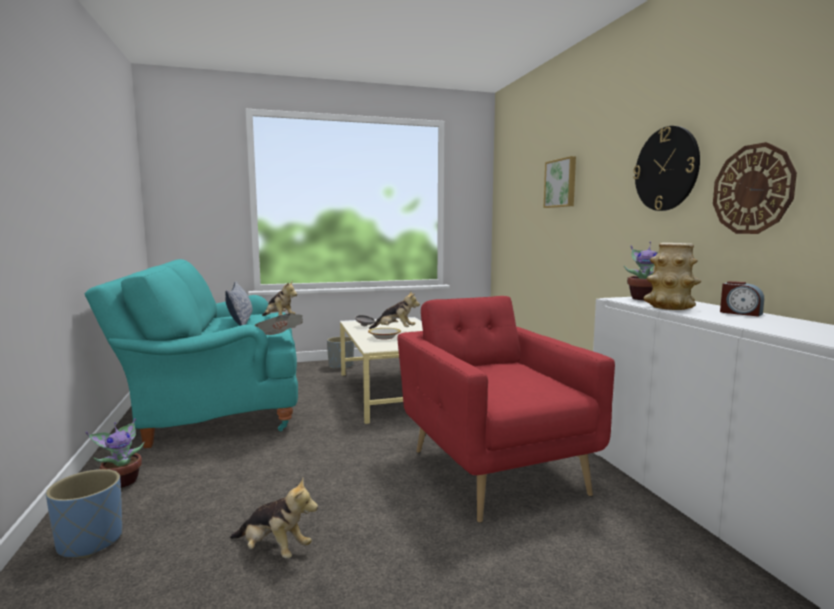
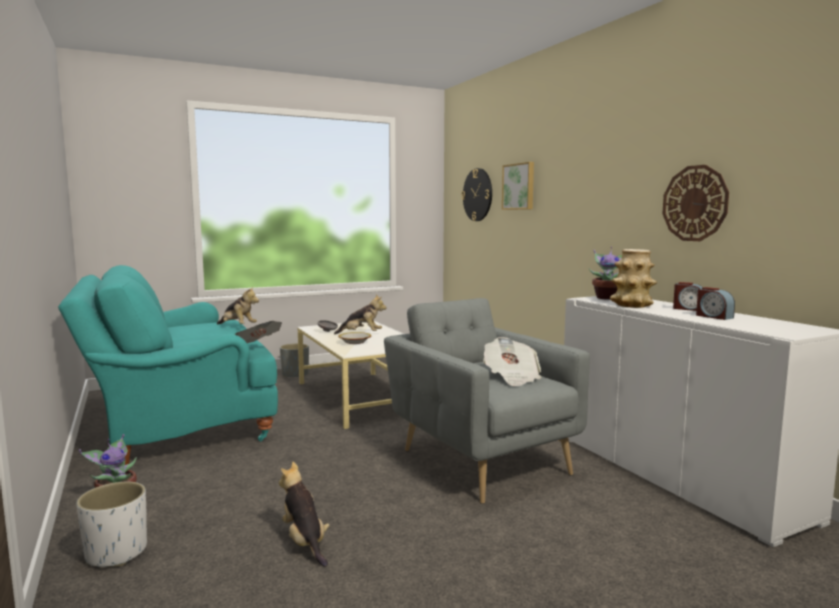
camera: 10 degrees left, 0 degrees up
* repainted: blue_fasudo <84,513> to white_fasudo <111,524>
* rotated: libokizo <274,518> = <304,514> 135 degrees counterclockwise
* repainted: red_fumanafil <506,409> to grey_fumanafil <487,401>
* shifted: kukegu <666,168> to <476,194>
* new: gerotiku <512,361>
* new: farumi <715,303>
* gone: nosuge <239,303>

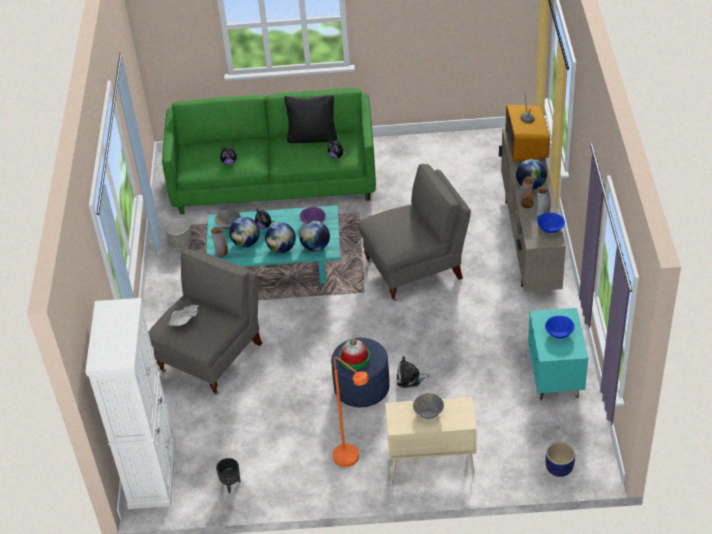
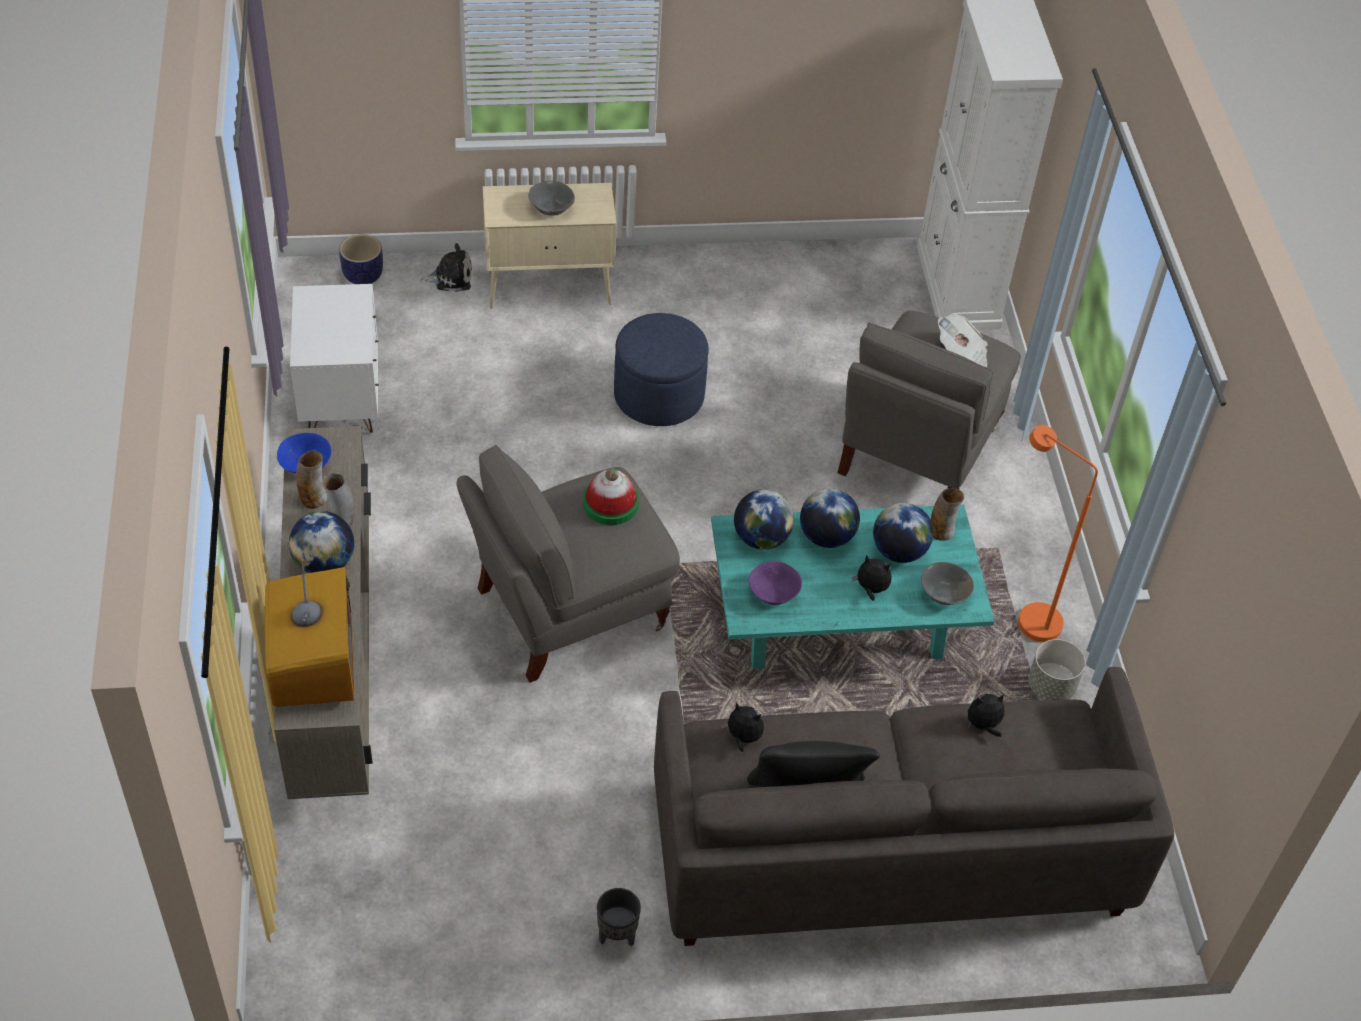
camera: 170 degrees right, 5 degrees up
* repainted: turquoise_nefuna <558,354> to white_nefuna <334,358>
* shifted: libokizo <413,372> to <446,267>
* shifted: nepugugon <354,354> to <611,496>
* shifted: black_fasudo <228,475> to <619,917>
* repainted: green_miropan <269,151> to grey_miropan <914,806>
* shifted: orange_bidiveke <351,411> to <1058,533>
* gone: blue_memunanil <560,327>

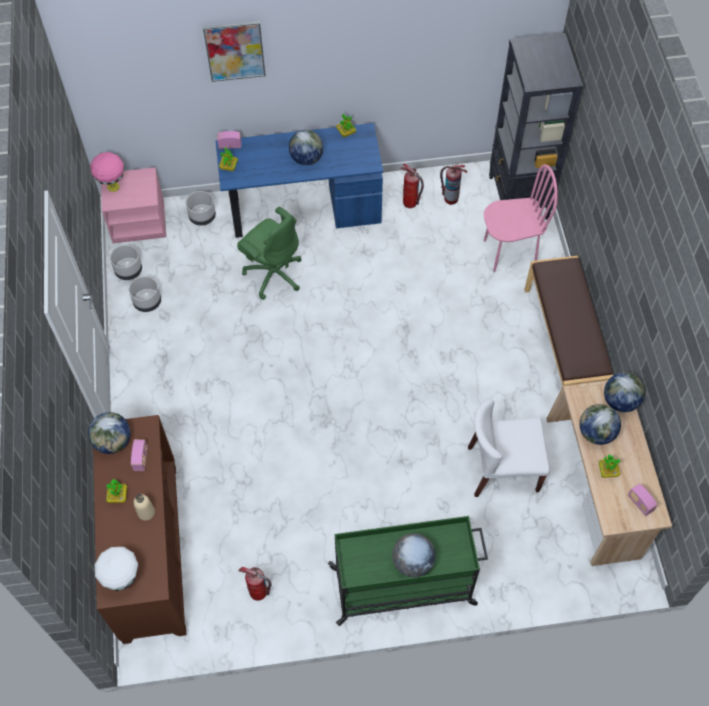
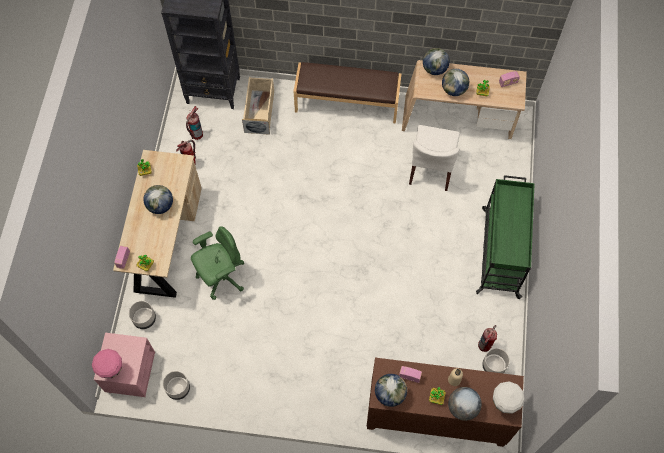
camera: 75 degrees left, 5 degrees up
* repainted: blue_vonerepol <299,180> to beige_vonerepol <157,224>
* swapped: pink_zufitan <520,218> to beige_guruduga <258,106>
* shifted: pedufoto <414,555> to <465,404>
* shifted: grey_fasudo <145,294> to <496,361>
* gone: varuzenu <234,51>

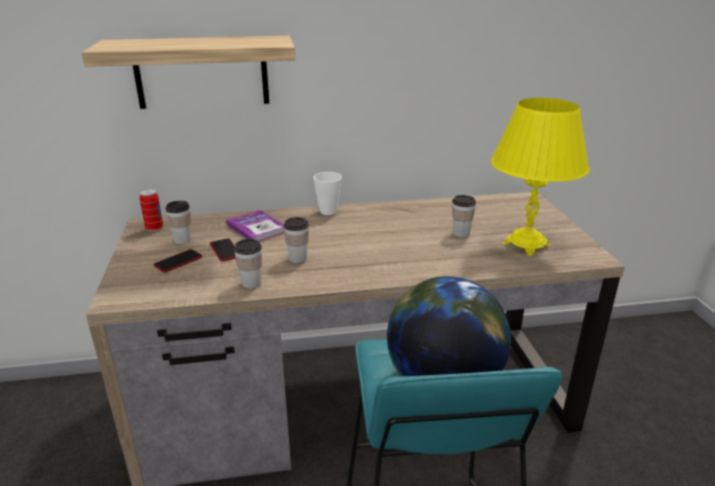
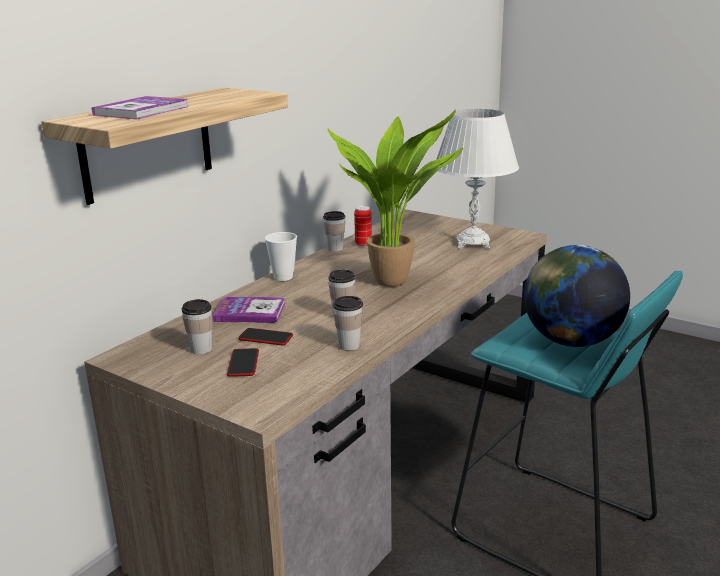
camera: 45 degrees left, 5 degrees down
* new: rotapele <139,108>
* shifted: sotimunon <464,216> to <334,231>
* new: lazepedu <395,198>
* shifted: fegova <151,210> to <363,226>
* repainted: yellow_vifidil <540,177> to white_vifidil <477,179>

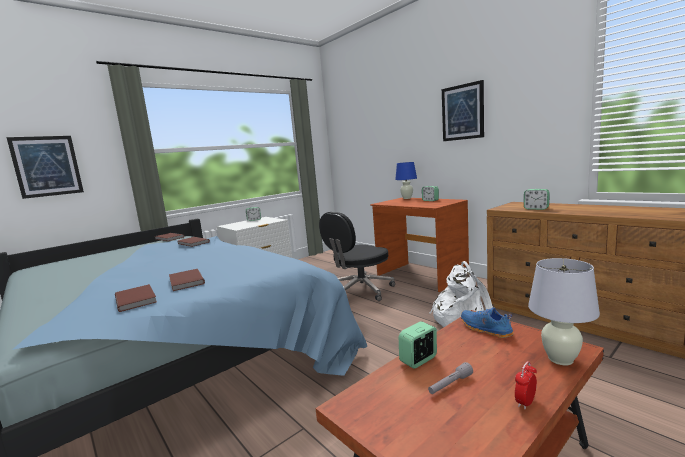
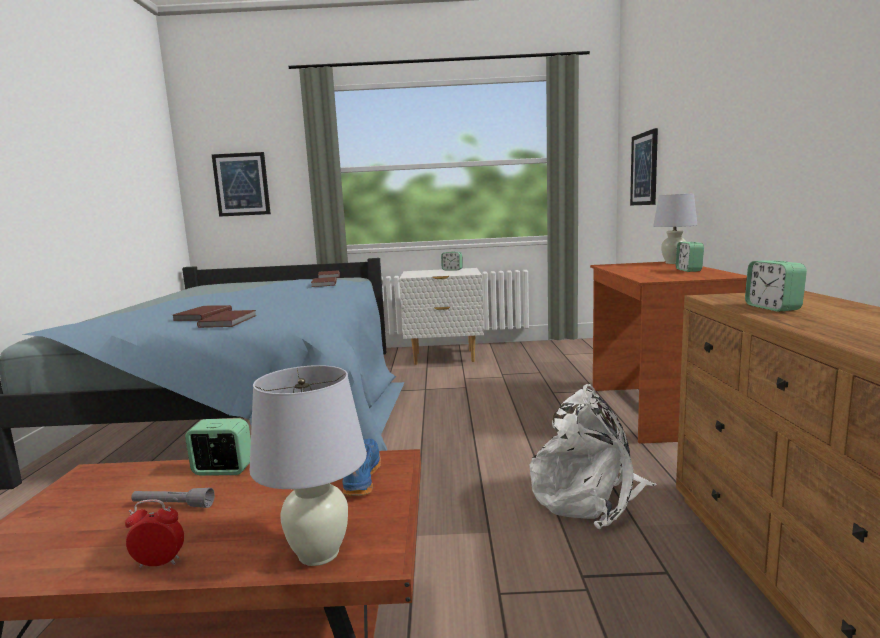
camera: 40 degrees right, 0 degrees up
* shifted: brown_rotapele <136,298> to <226,319>
* shifted: varuzenu <463,110> to <644,166>
* repainted: blue_vifidil <406,180> to white_vifidil <675,228>
* gone: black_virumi <357,256>

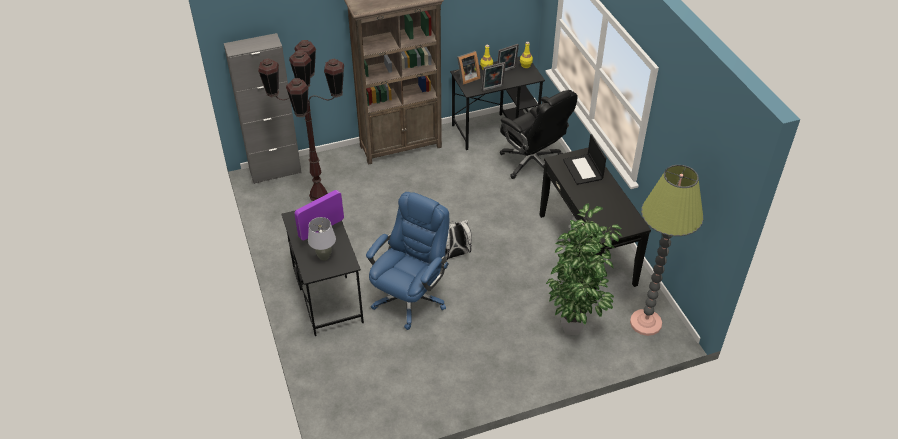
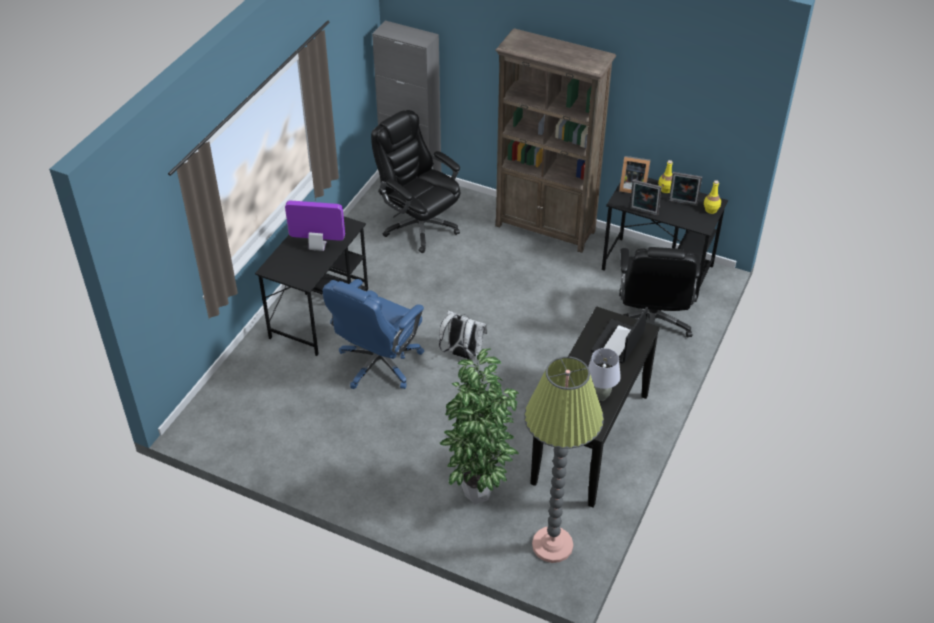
camera: 45 degrees right, 0 degrees up
* rotated: blue_virumi <407,261> = <373,334> 135 degrees clockwise
* swapped: brown_bidiveke <301,120> to black_virumi <415,181>
* shifted: grey_vifidil <322,239> to <604,374>

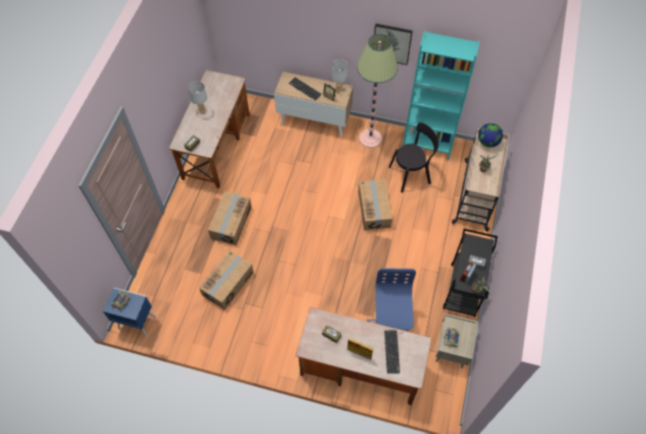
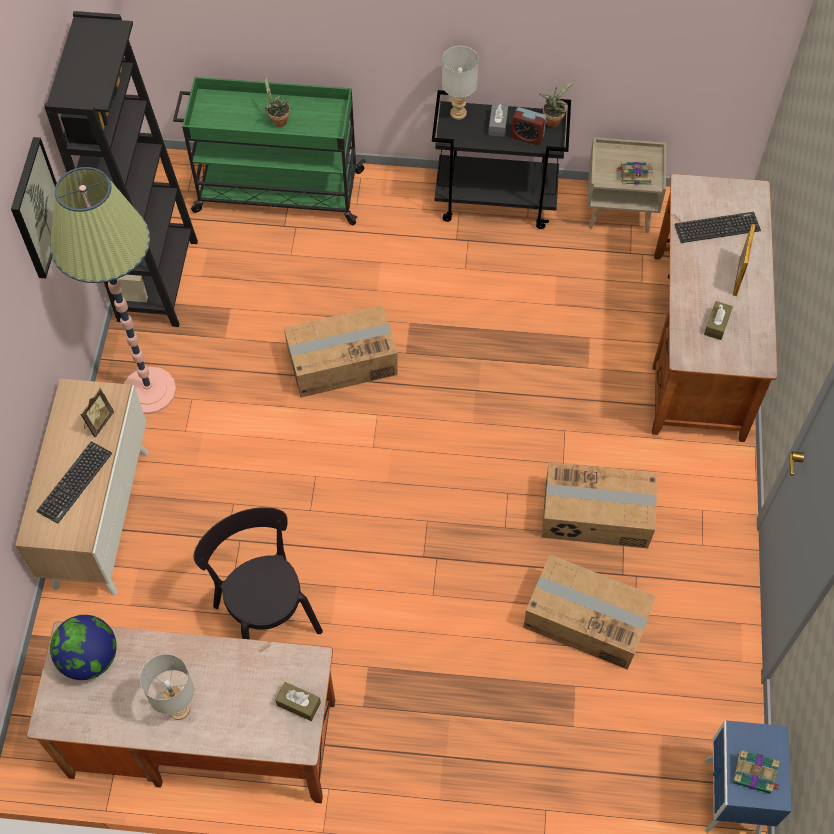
camera: 100 degrees left, 0 degrees up
* repainted: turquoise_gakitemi <441,96> to black_gakitemi <121,169>
* shifted: pedufoto <490,135> to <83,647>
* repainted: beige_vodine <480,180> to green_vodine <269,151>
* shifted: black_zufitan <414,157> to <258,573>
* shifted: grey_vifidil <340,75> to <460,83>
* shifted: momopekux <230,218> to <599,505>
* gone: blue_virumi <391,300>

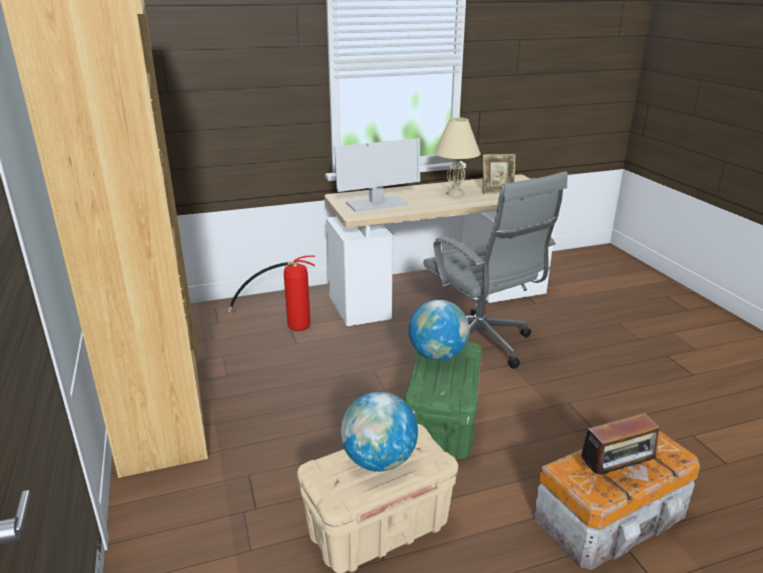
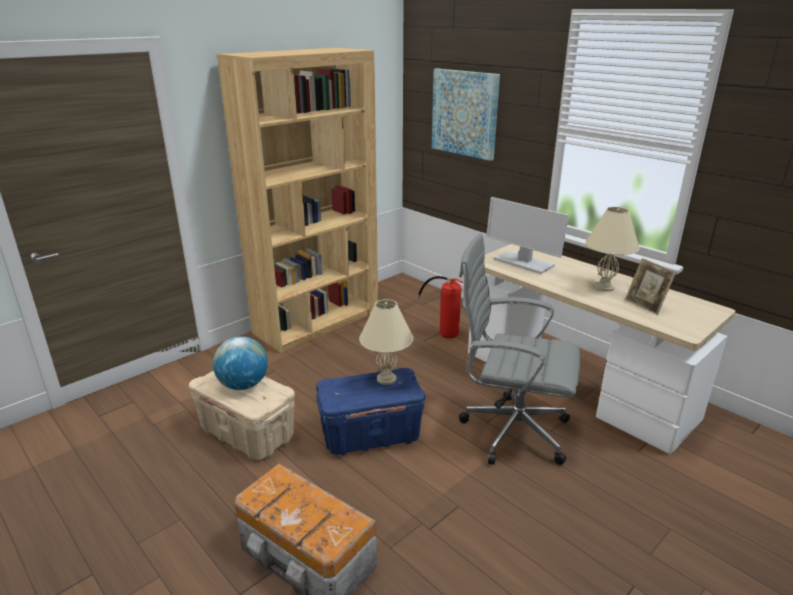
camera: 65 degrees right, 0 degrees up
* repainted: green_guruduga <443,400> to blue_guruduga <370,411>
* swapped: pedufoto <439,330> to beige_vifidil <386,342>
* new: varuzenu <466,114>
* rotated: grey_virumi <495,270> = <519,349> 75 degrees clockwise
* gone: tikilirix <619,446>

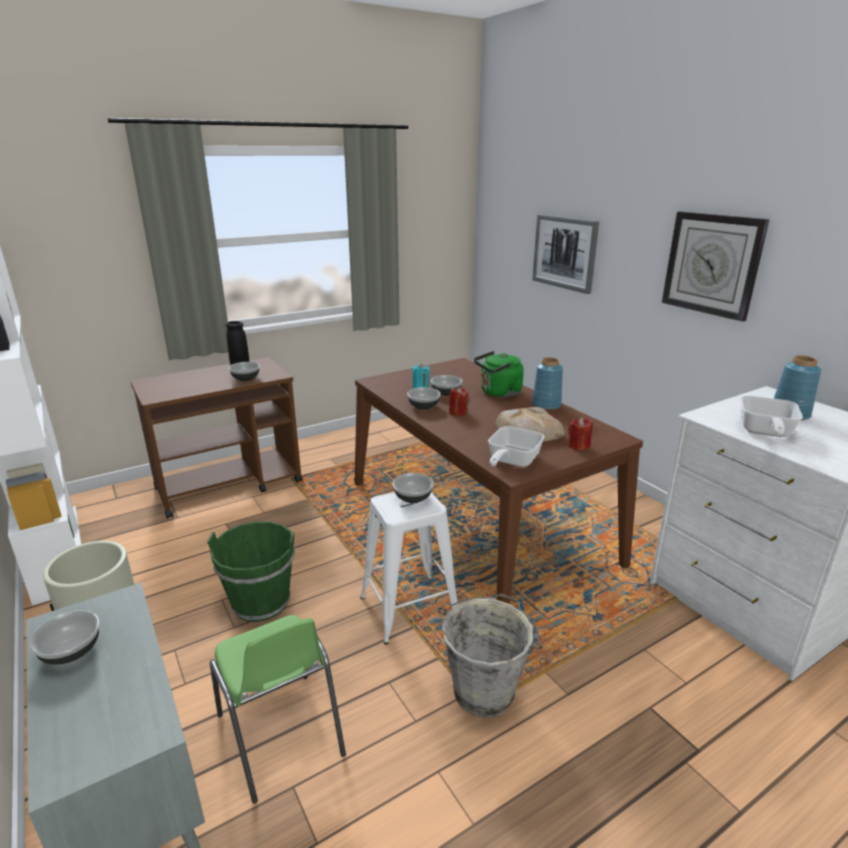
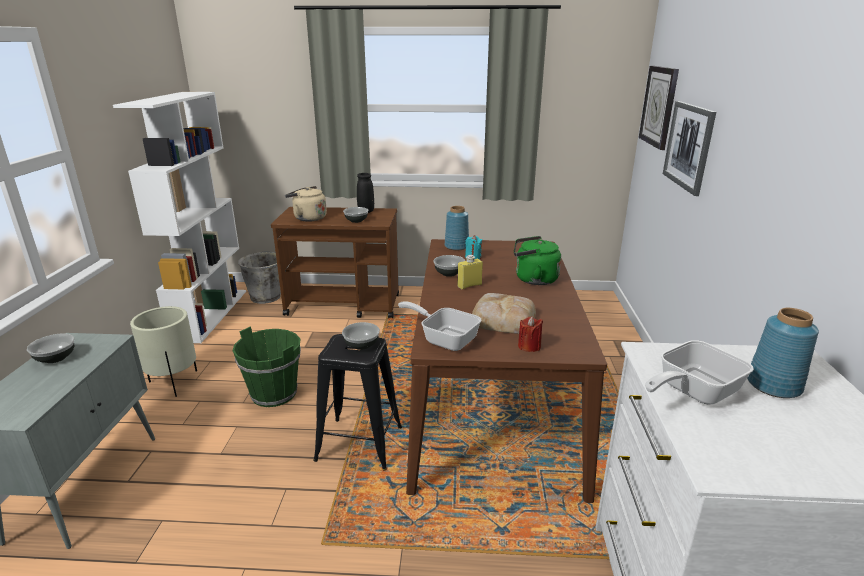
camera: 35 degrees right, 0 degrees up
* shifted: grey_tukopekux <491,655> to <259,278>
* new: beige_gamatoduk <306,204>
* repainted: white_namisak <409,568> to black_namisak <357,402>
* rotated: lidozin <516,446> = <439,326> 60 degrees clockwise
* shifted: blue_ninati <547,383> to <456,228>
* swapped: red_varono <459,401> to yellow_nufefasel <470,272>
* shifted: kukegu <715,266> to <659,108>
* gone: green_zufitan <278,709>
* gone: memunanil <447,385>

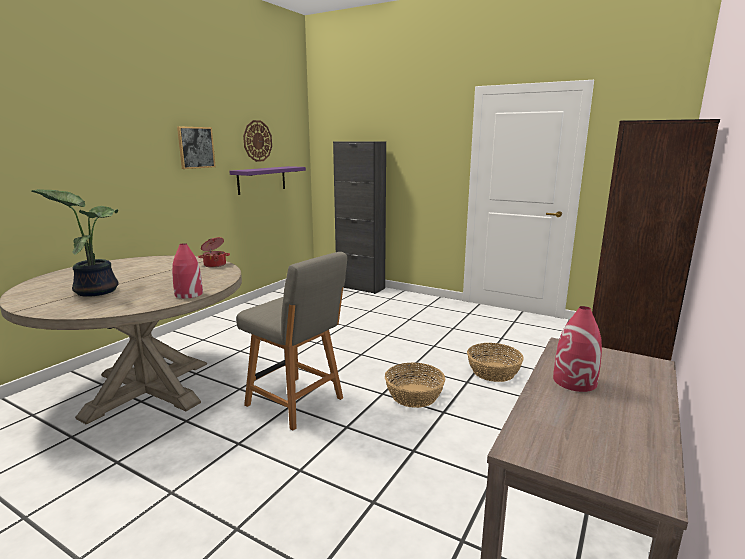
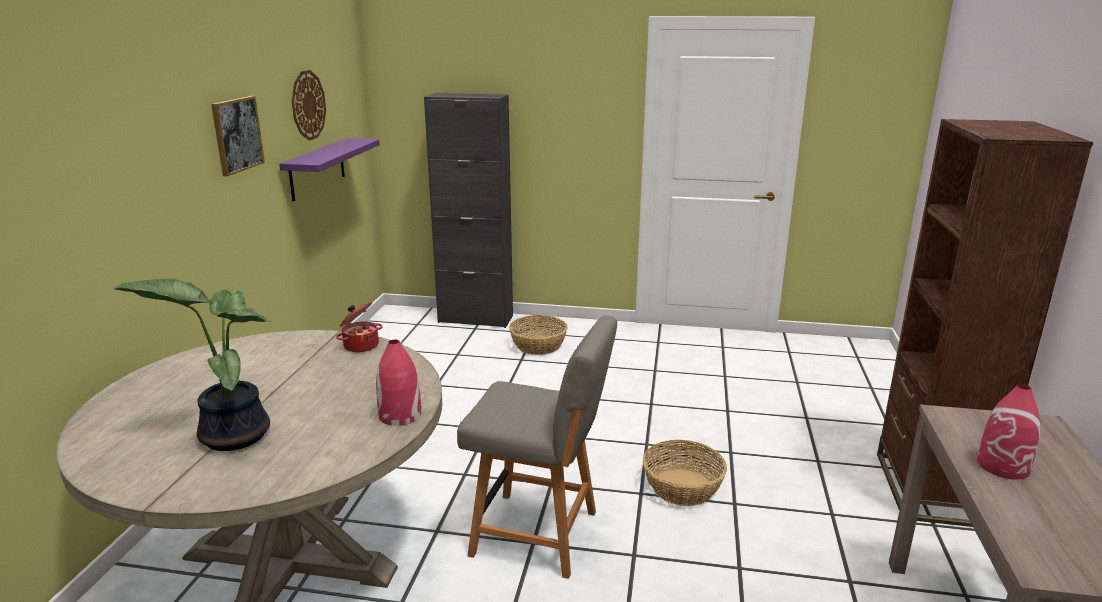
camera: 20 degrees left, 5 degrees up
* shifted: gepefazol <495,362> to <538,335>

